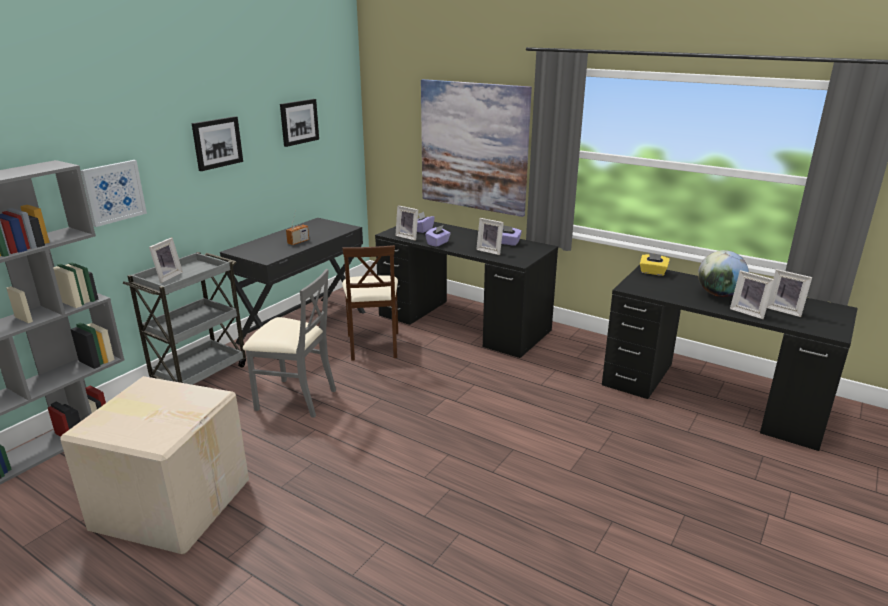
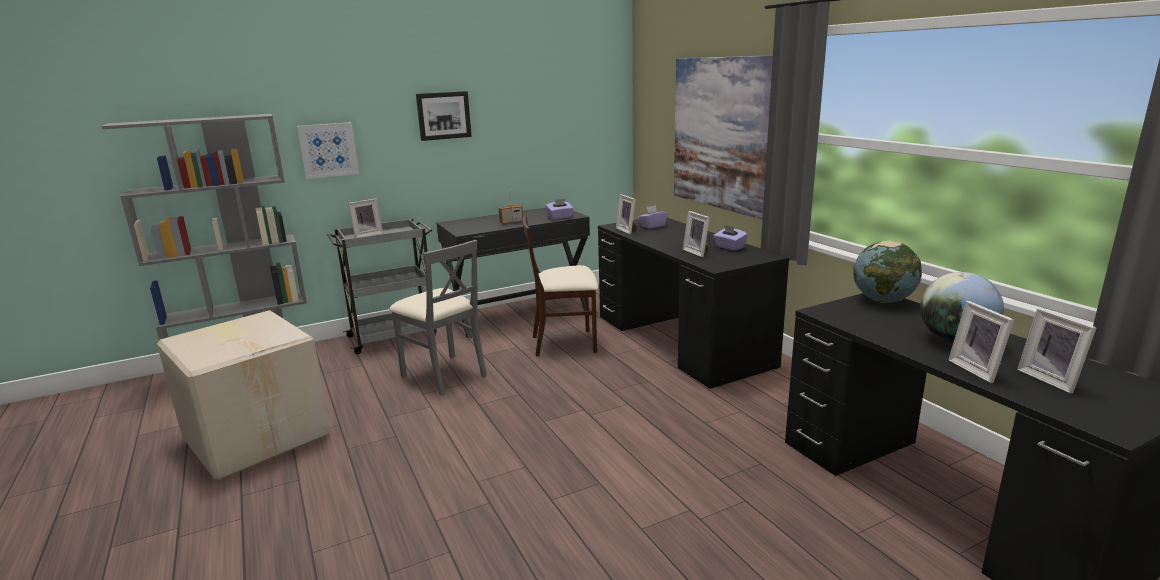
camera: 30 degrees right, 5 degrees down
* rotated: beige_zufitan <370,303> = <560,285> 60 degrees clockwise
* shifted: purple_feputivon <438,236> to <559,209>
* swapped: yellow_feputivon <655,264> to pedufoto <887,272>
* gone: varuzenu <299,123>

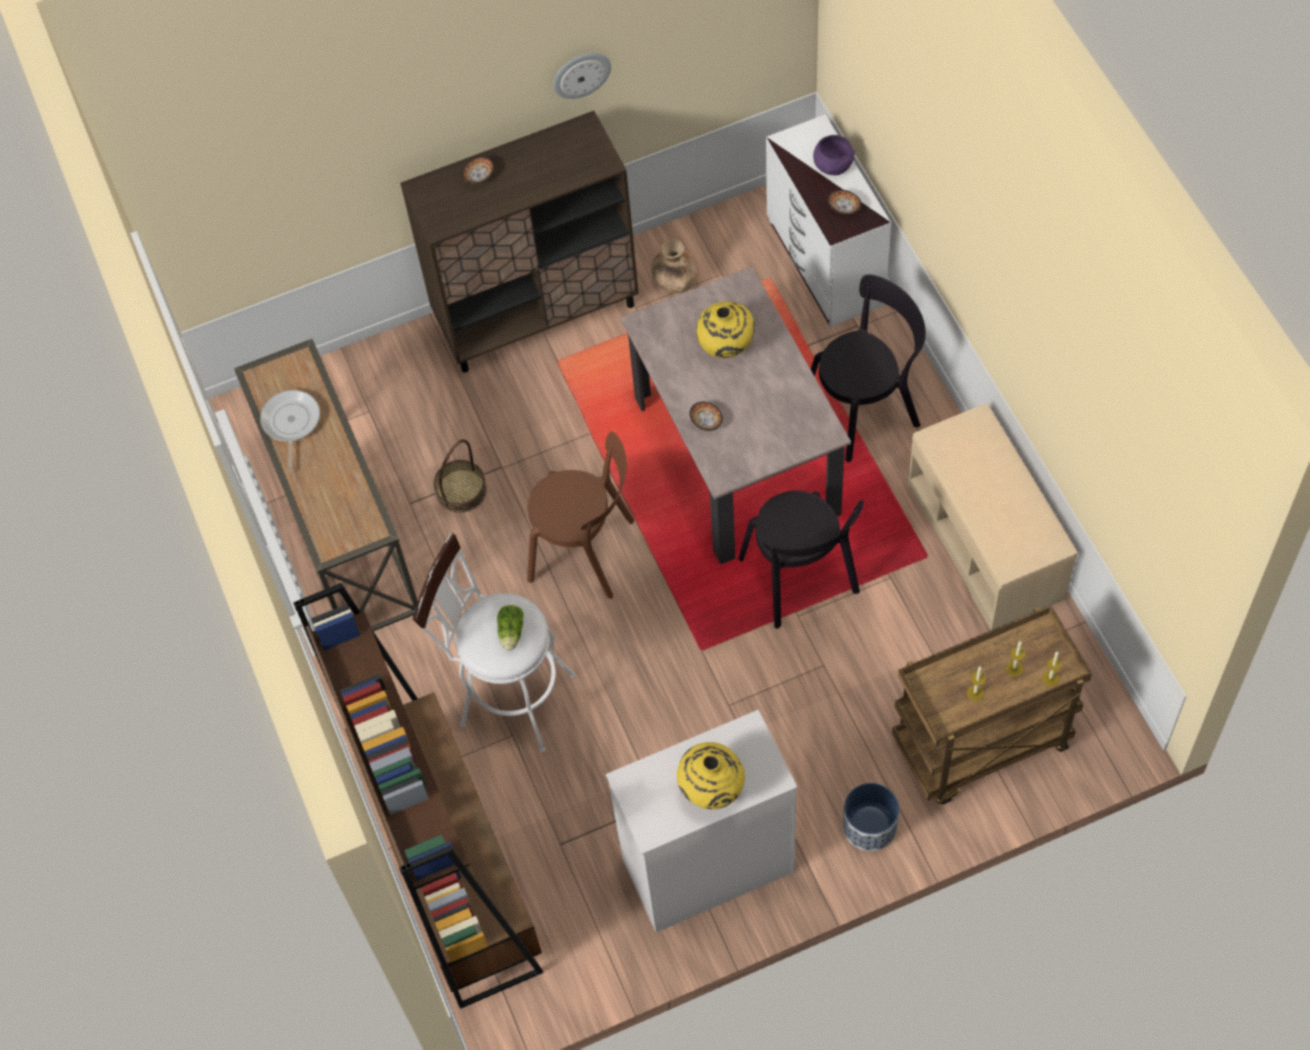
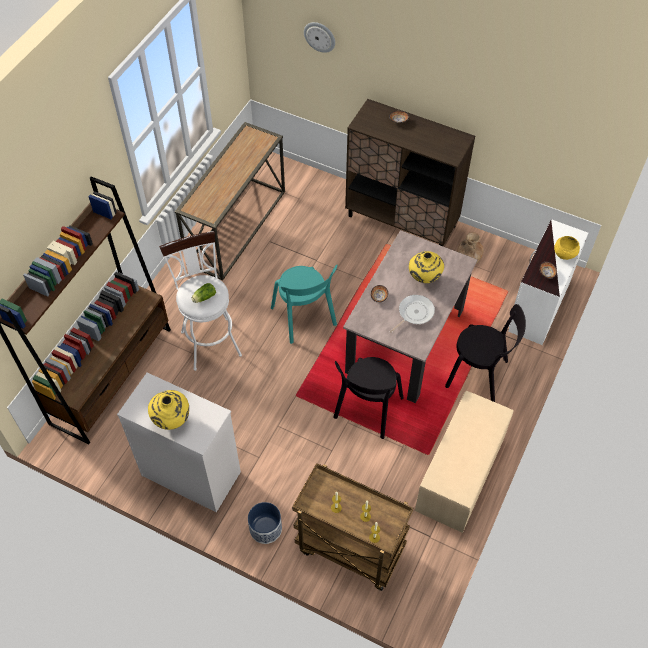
camera: 45 degrees right, 5 degrees down
* repainted: brown_zufitan <580,515> to turquoise_zufitan <304,304>
* shifted: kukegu <582,76> to <319,37>
* shifted: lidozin <290,431> to <412,314>
* repainted: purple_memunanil <834,155> to yellow_memunanil <567,248>
* gone: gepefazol <460,476>

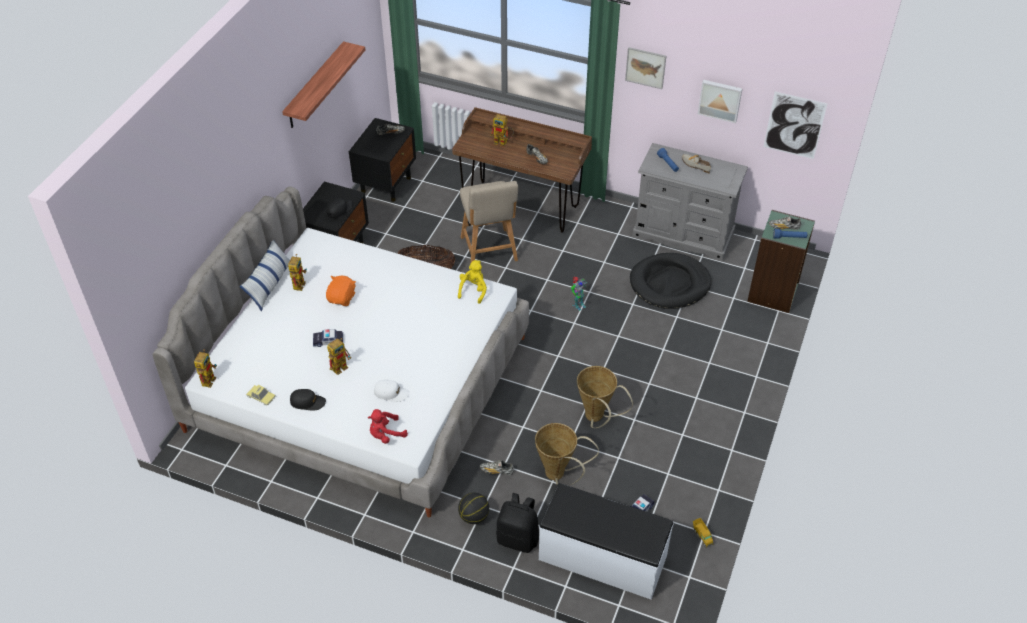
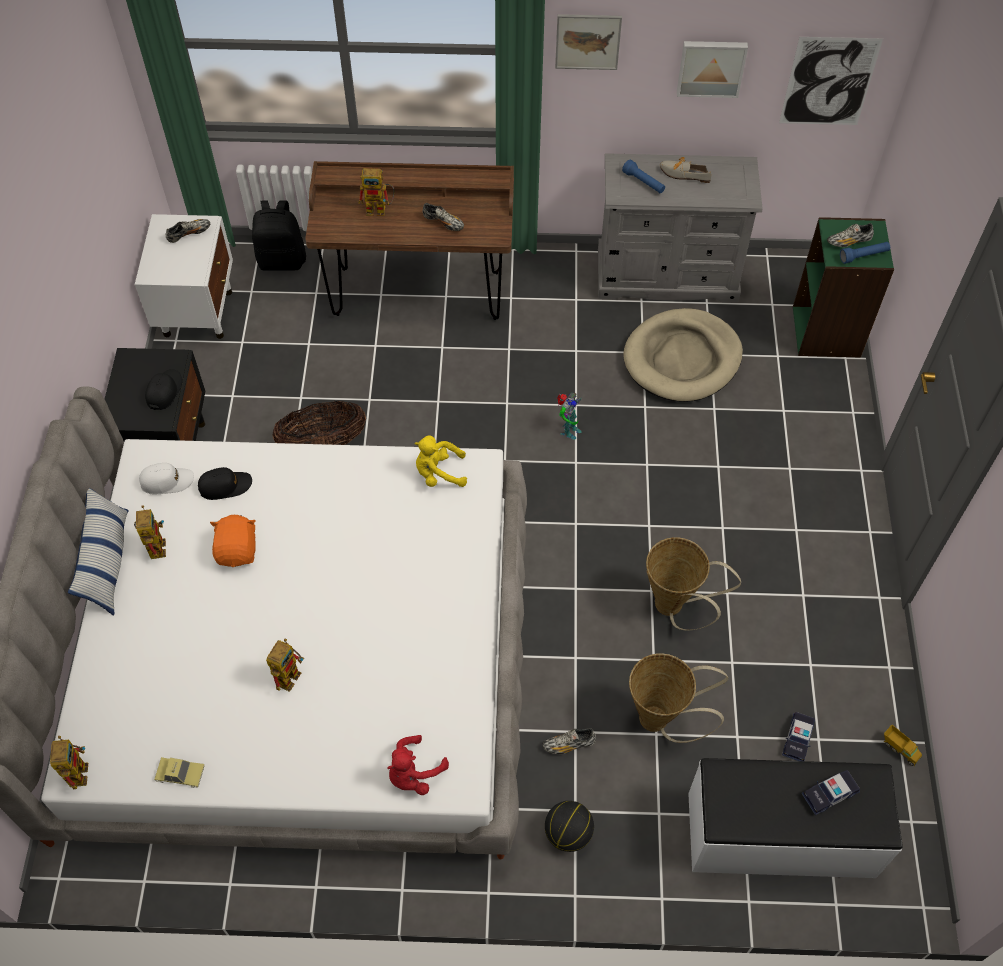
camera: 20 degrees left, 10 degrees up
* repainted: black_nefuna <382,160> to white_nefuna <184,276>
* shifted: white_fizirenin <391,391> to <166,478>
* shifted: black_fizirenin <308,400> to <225,483>
* shifted: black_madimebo <517,523> to <279,235>
* rotated: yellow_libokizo <472,282> = <440,461> 90 degrees counterclockwise
* repainted: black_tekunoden <670,281> to beige_tekunoden <683,355>
* shifted: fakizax <328,338> to <831,792>
* gone: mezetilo <323,84>
* gone: beige_zufitan <489,222>

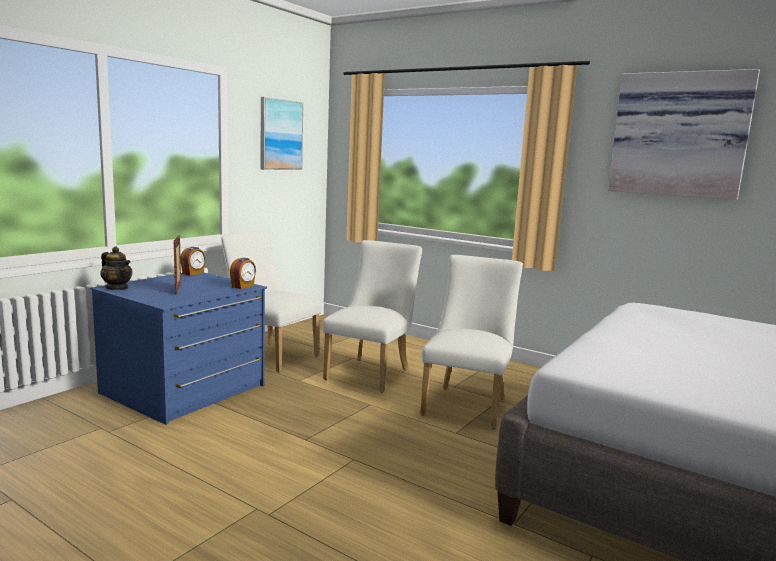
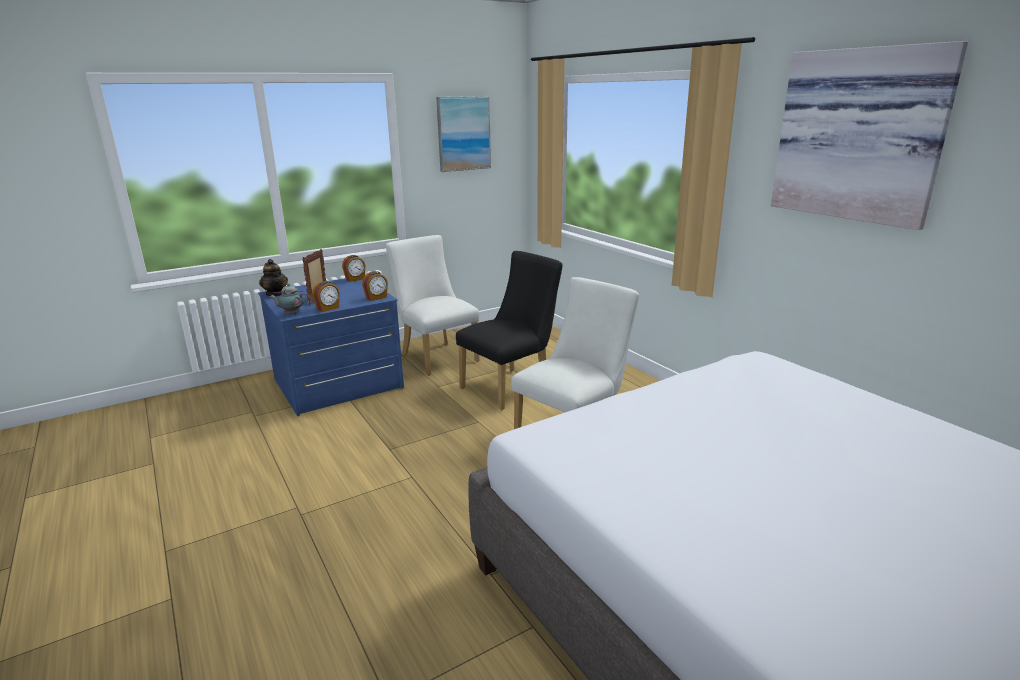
camera: 25 degrees right, 10 degrees up
* new: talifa <289,298>
* new: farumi <326,296>
* repainted: white_zufitan <372,316> to black_zufitan <509,330>

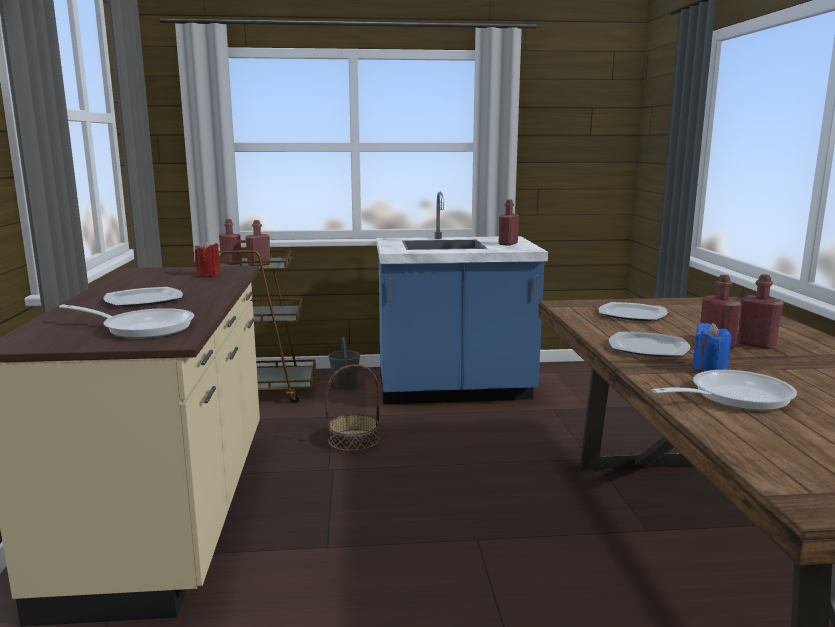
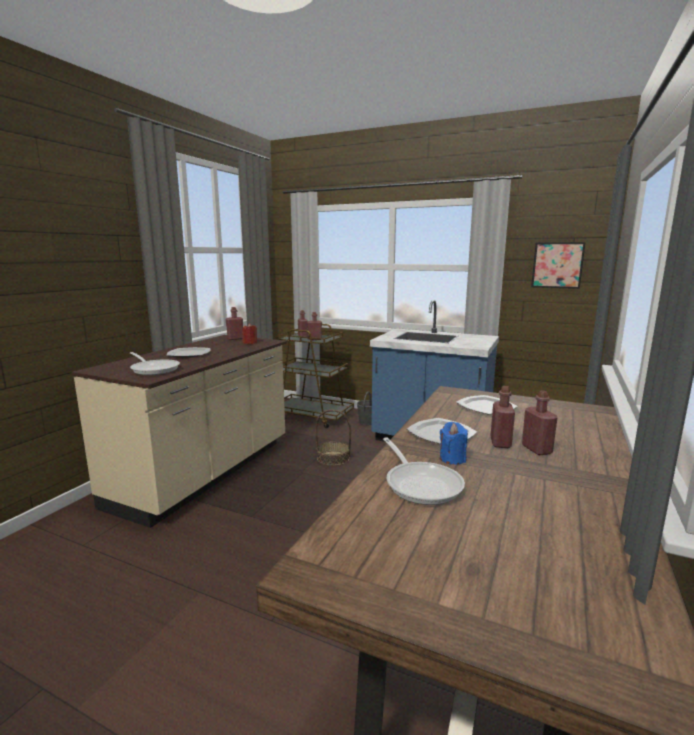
camera: 30 degrees right, 0 degrees up
* shifted: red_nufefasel <509,222> to <234,323>
* rotated: lidozin <724,390> = <424,471> 60 degrees clockwise
* new: varuzenu <558,265>

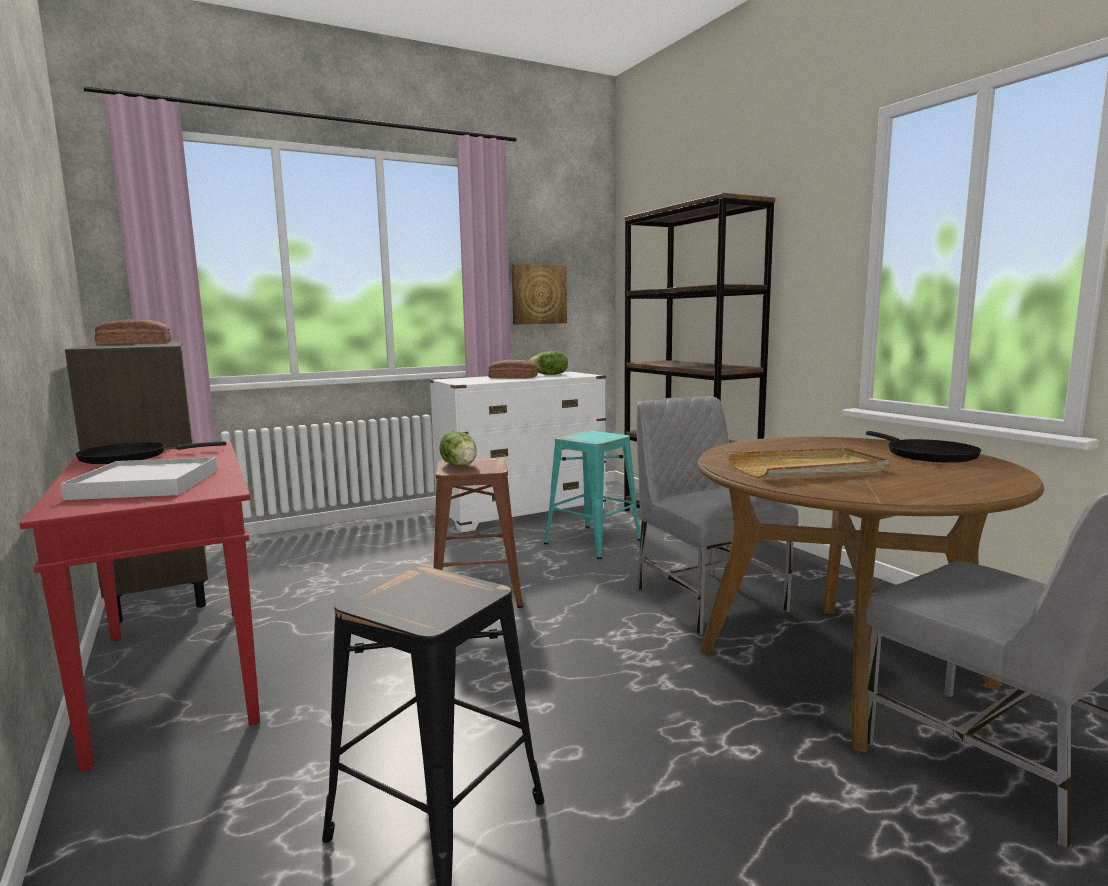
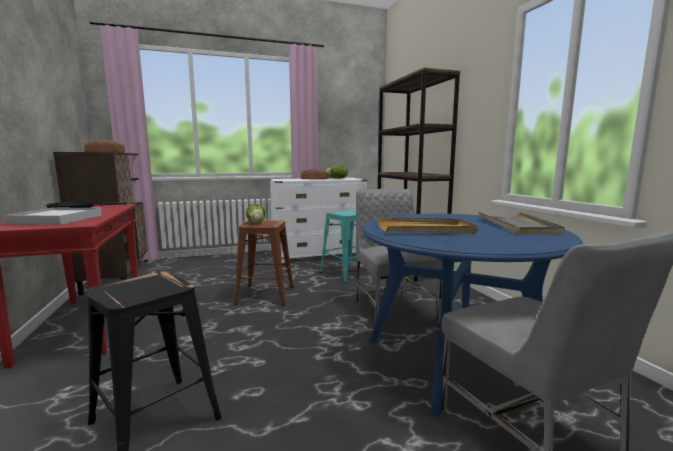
camera: 10 degrees right, 0 degrees up
* repainted: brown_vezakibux <871,594> to blue_vezakibux <472,315>
* swapped: black_lidozin <923,447> to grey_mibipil <521,223>
* gone: varuzenu <539,294>

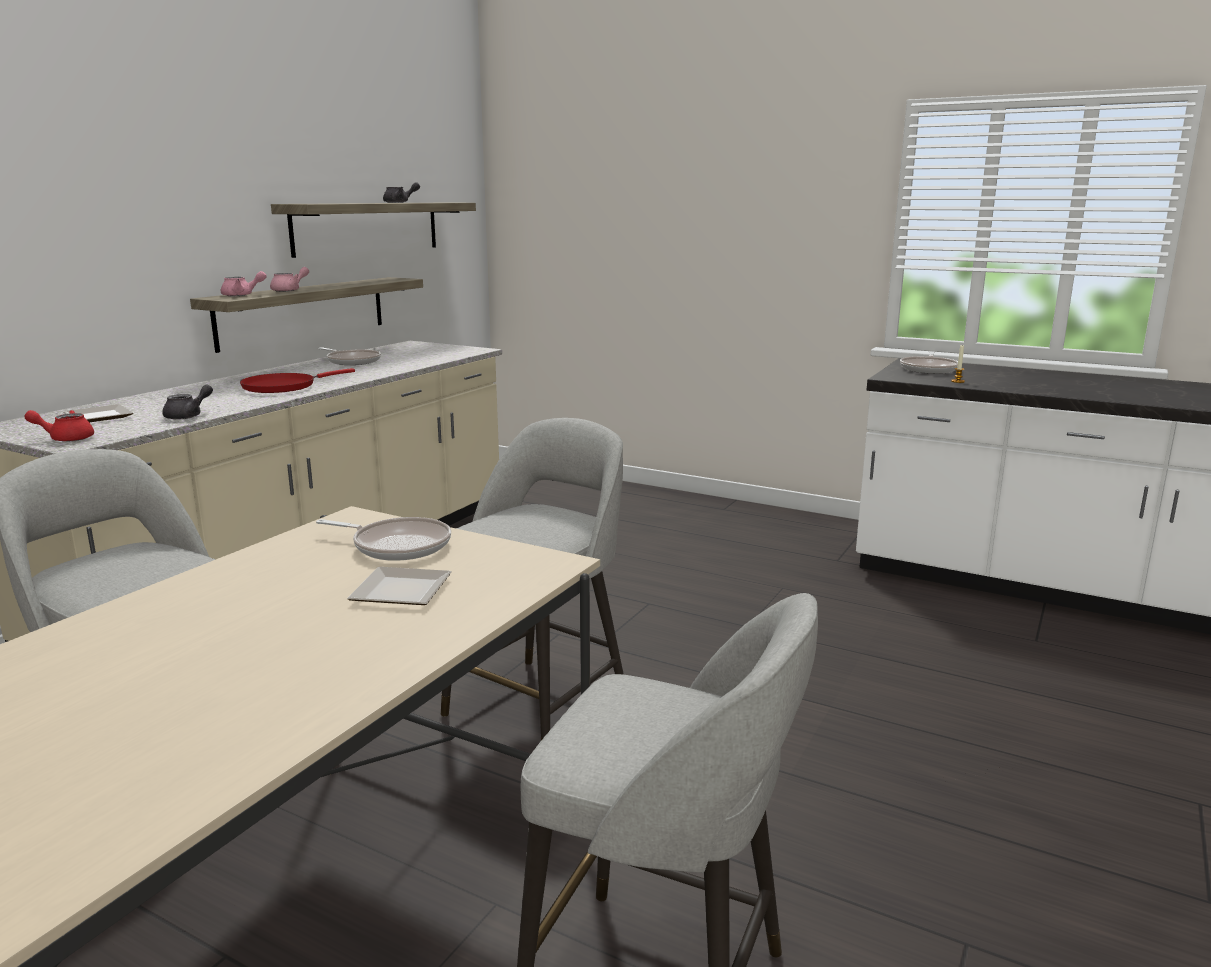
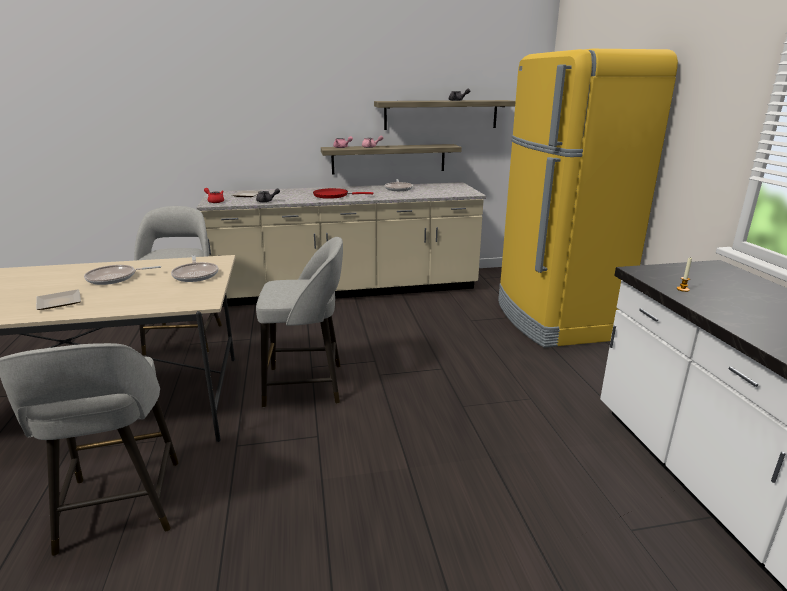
camera: 50 degrees right, 5 degrees up
* shifted: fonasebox <399,586> to <58,299>
* shifted: lidozin <929,362> to <122,275>
* new: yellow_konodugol <588,198>

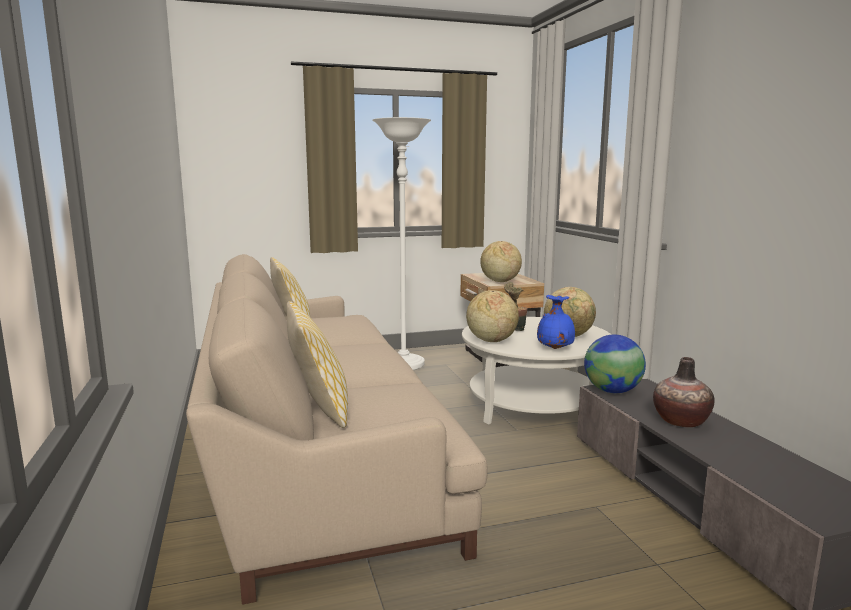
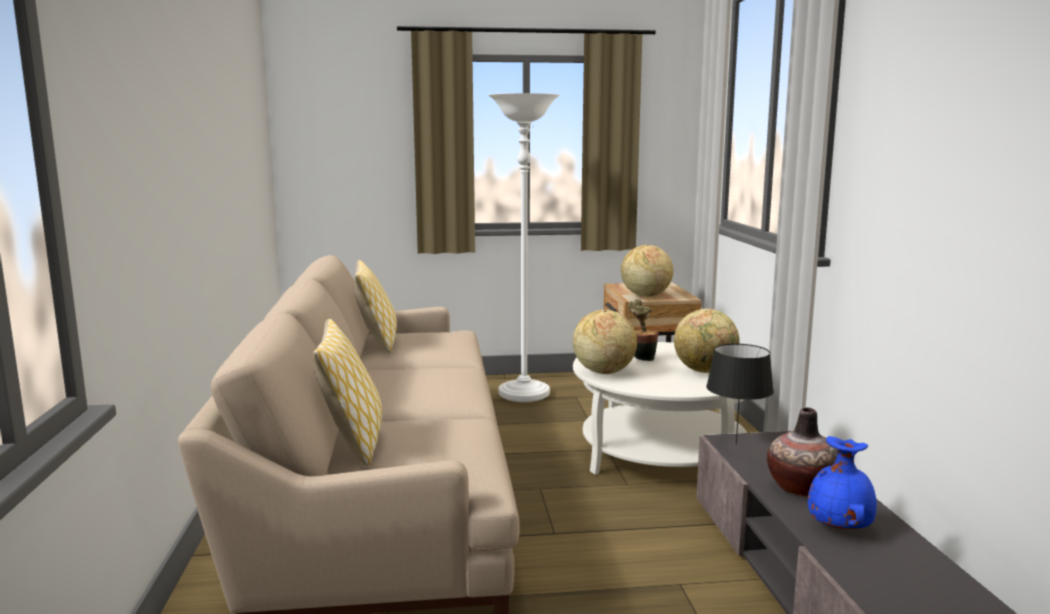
camera: 10 degrees right, 0 degrees up
* swapped: pedufoto <615,363> to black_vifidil <740,394>
* shifted: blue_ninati <556,322> to <842,482>

